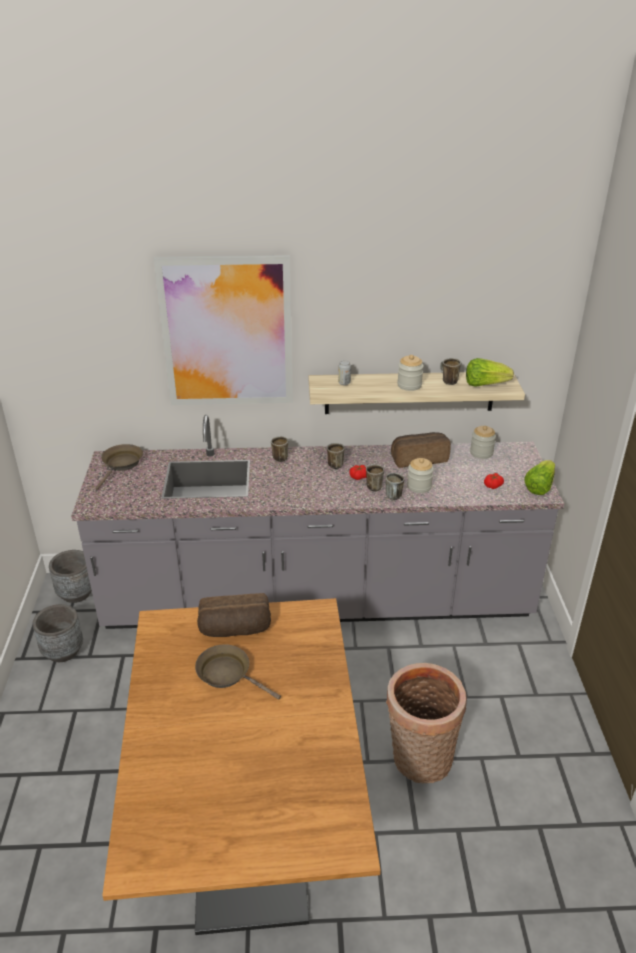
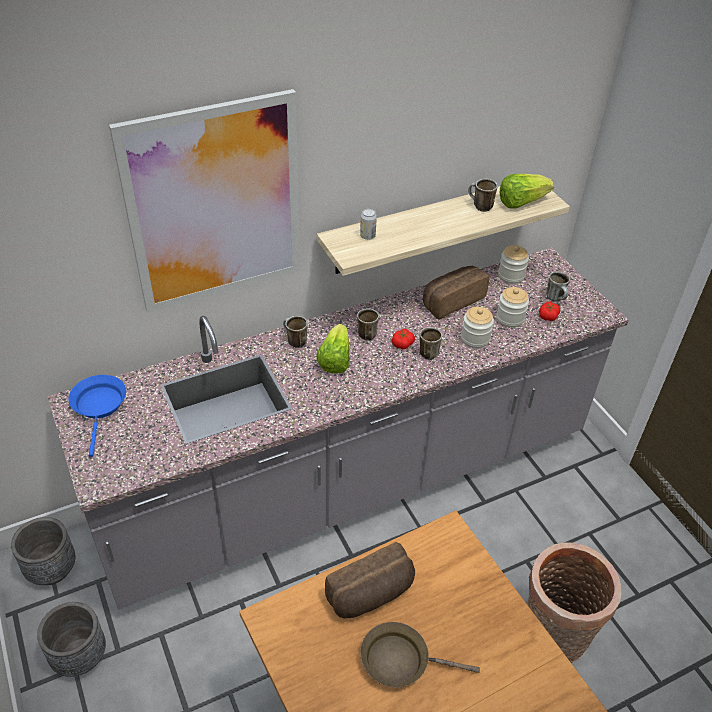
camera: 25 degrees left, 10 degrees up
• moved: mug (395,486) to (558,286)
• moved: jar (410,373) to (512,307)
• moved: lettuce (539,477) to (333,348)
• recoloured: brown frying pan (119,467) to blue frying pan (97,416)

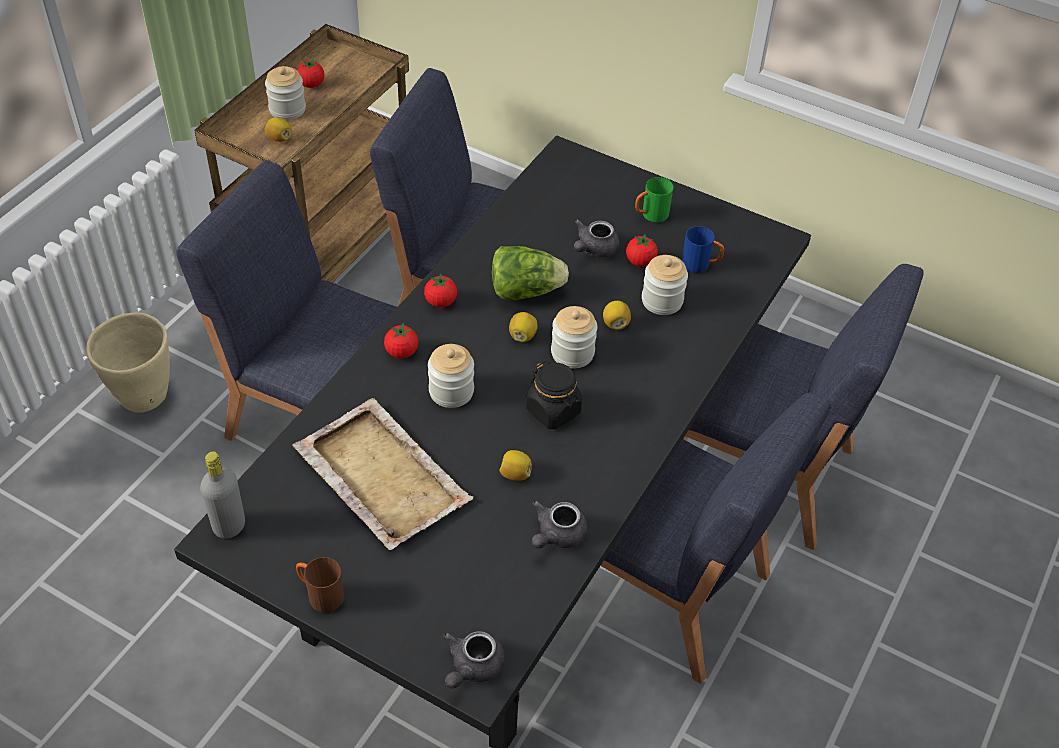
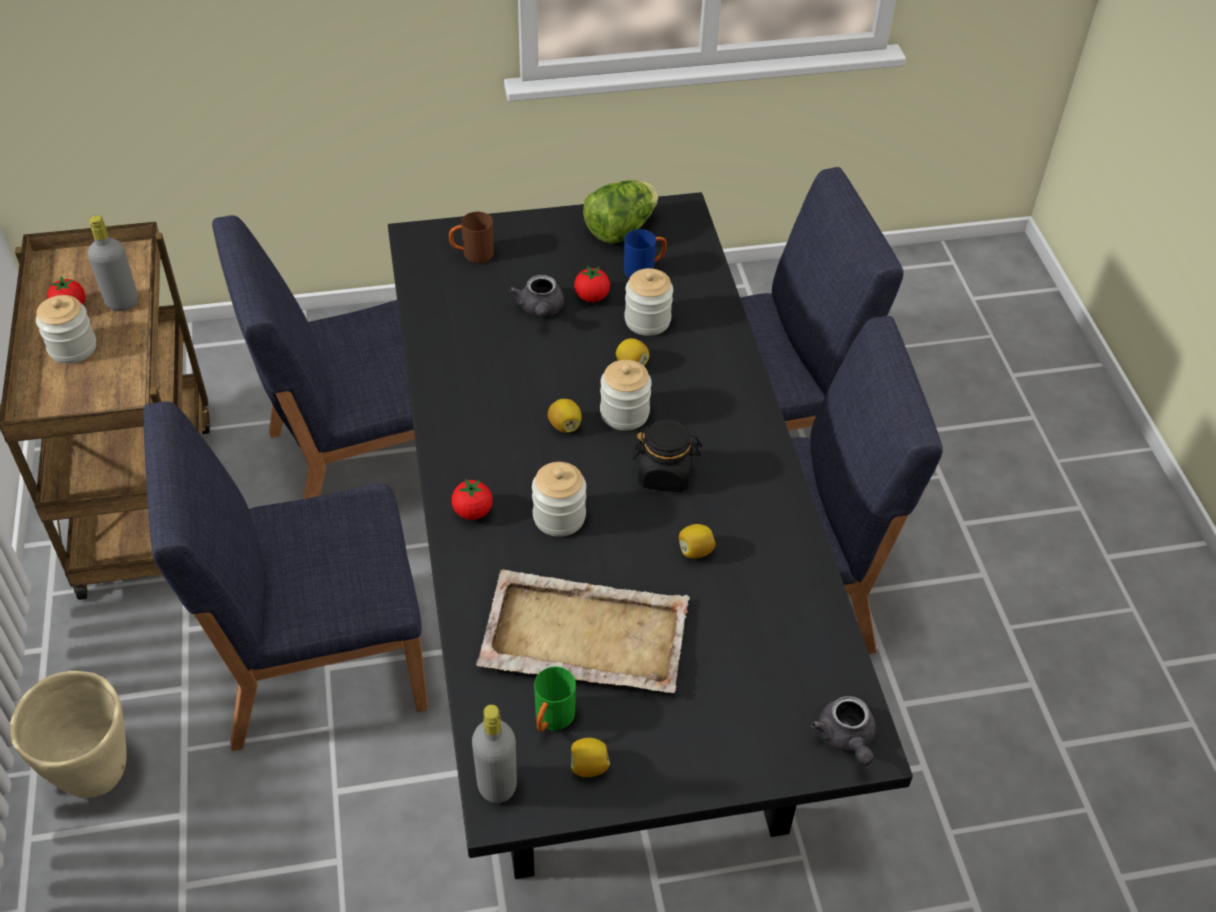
camera: 40 degrees left, 0 degrees up
• removed: tomato (440,290)
• removed: grey teapot (559,524)
• added: grey bottle (113,263)
• moved: lemon (278,129) to (590,757)
• moved: brown mug (320,585) to (471,237)
• moved: lettuce (530,273) to (620,212)
• moved: green mug (654,199) to (555,699)

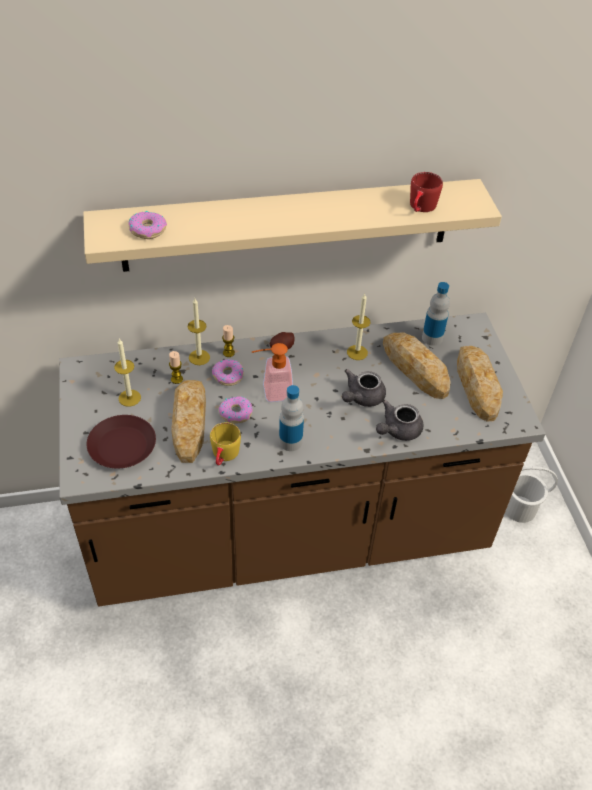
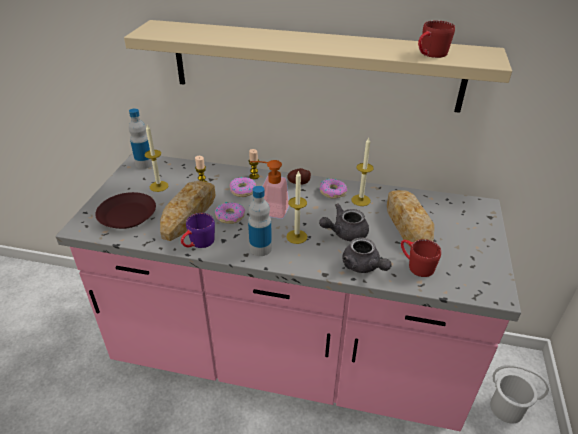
camera: 25 degrees right, 10 degrees down
• removed: bread (480,384)
• added: red mug (421,258)
• moved: donut (147,225) to (333,189)
• moved: candle (199,331) to (296,207)
• moved: bottle (436,314) to (141,138)
• recoloured: brown counter (302,460) to pink counter (288,292)
• recoloured: yellow mug (225,443) to purple mug (198,230)
• turned: grey teapot (399,420) = (367,255) 105 degrees counterclockwise

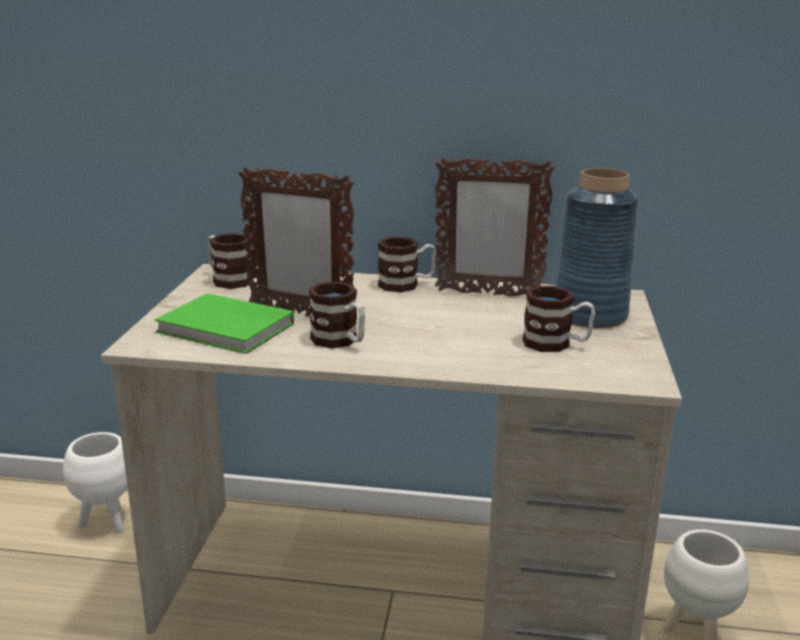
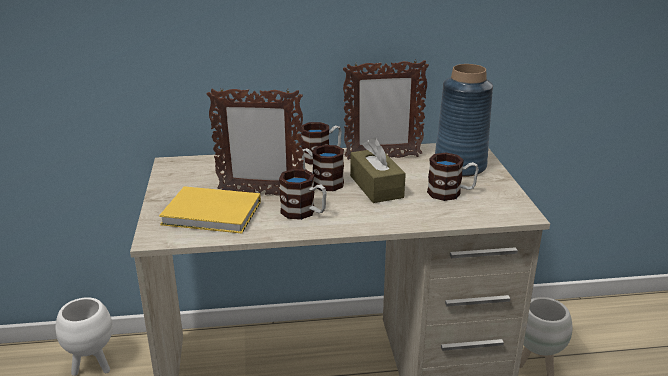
camera: 15 degrees left, 5 degrees up
• added: brown tissue box (378,170)
• moved: mug (229,261) to (322,168)
• recoloured: green book (224,323) to yellow book (210,210)

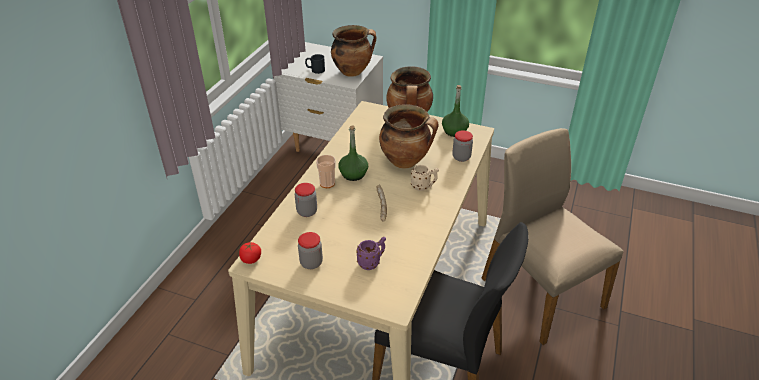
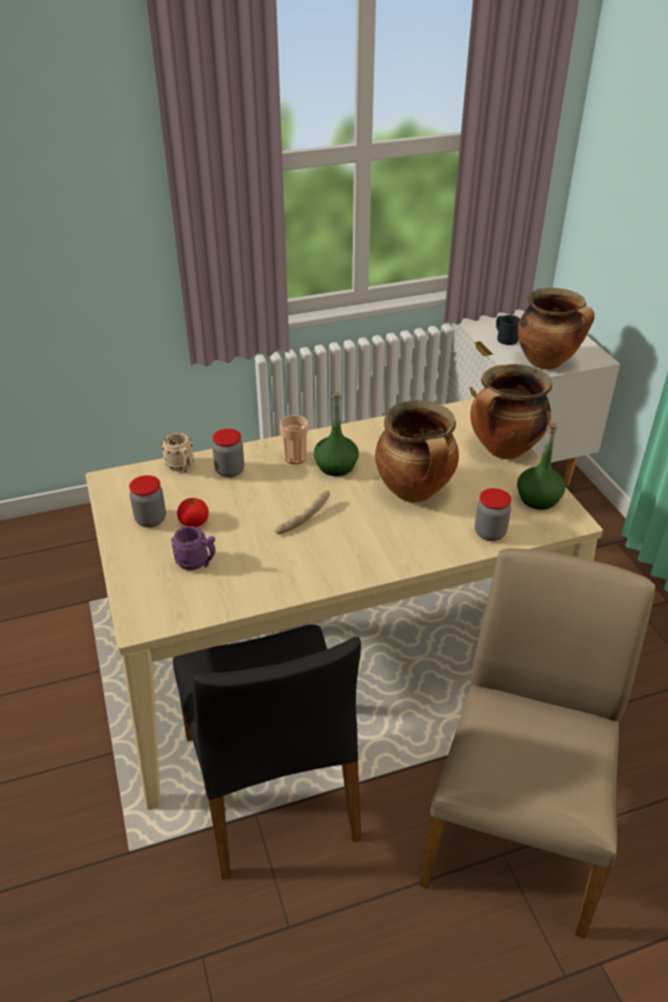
camera: 50 degrees right, 0 degrees up
• moved: tomato (250,253) to (193,512)
• moved: beige mug (425,178) to (178,453)

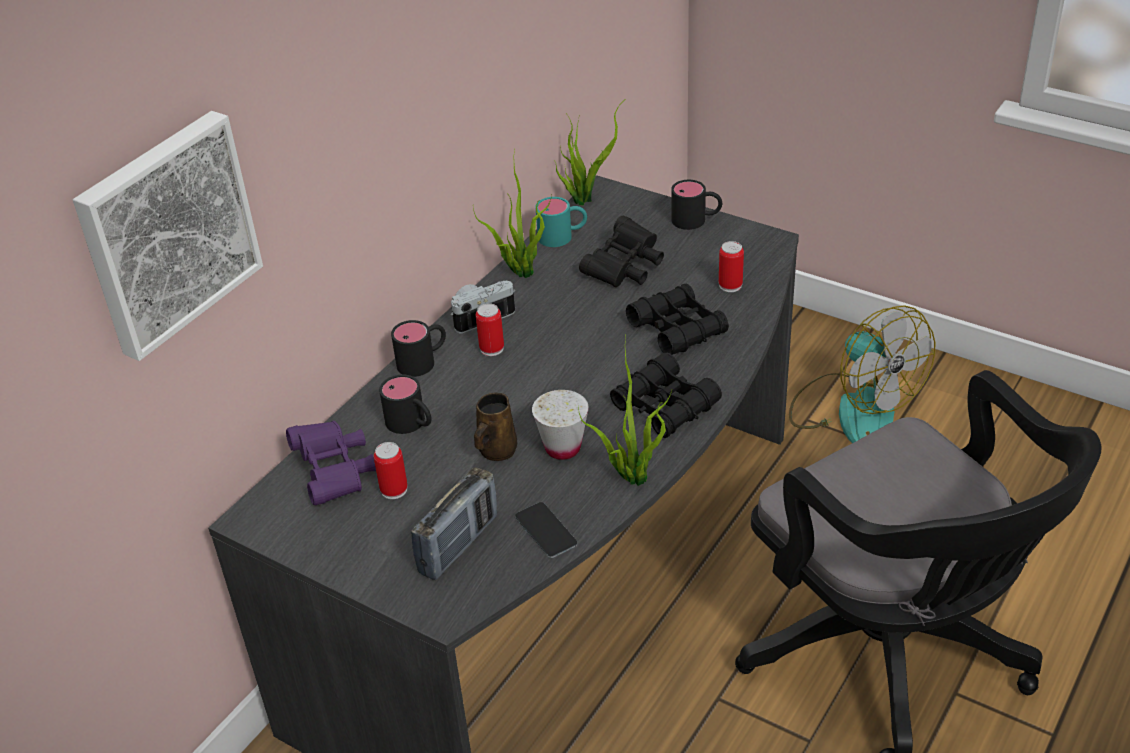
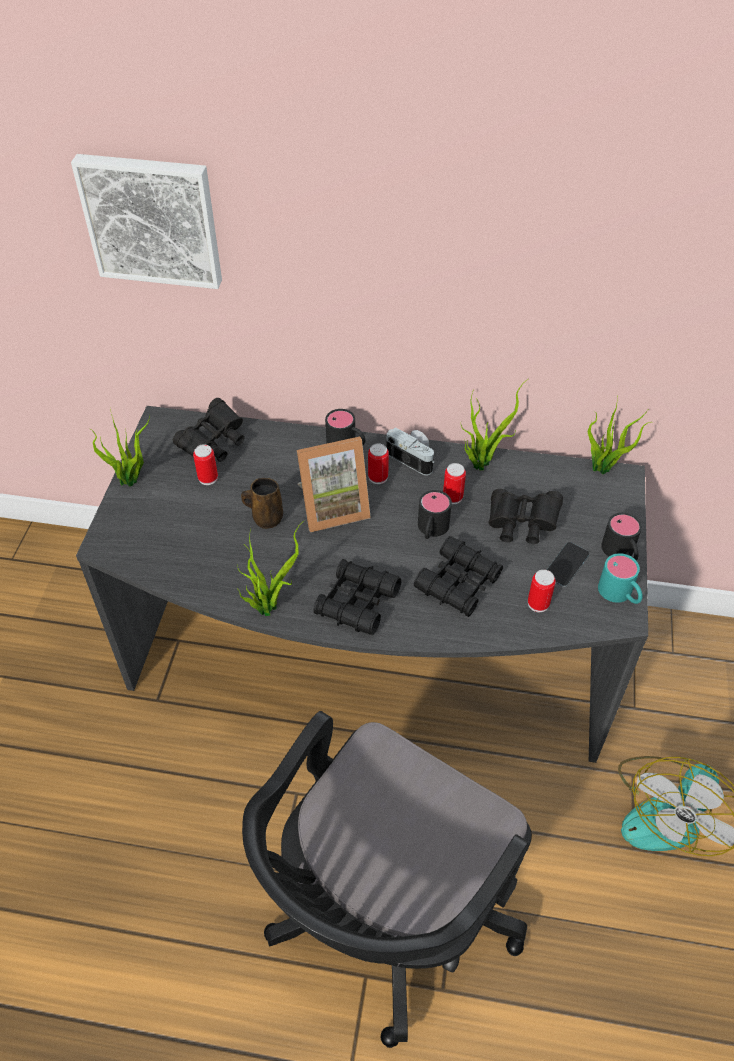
camera: 65 degrees right, 10 degrees up
• removed: radio (454,523)
• removed: white cup (560,425)
• added: potted plant (120,448)
• added: picture frame (334,484)
• added: can (454,483)
• moved: black mug (405,404) to (435,514)
• moved: phone (546,530) to (568,564)
• moved: turquoise mug (561,222) to (620,578)
• recoloured: purple binoculars (331,463) to black binoculars (209,430)

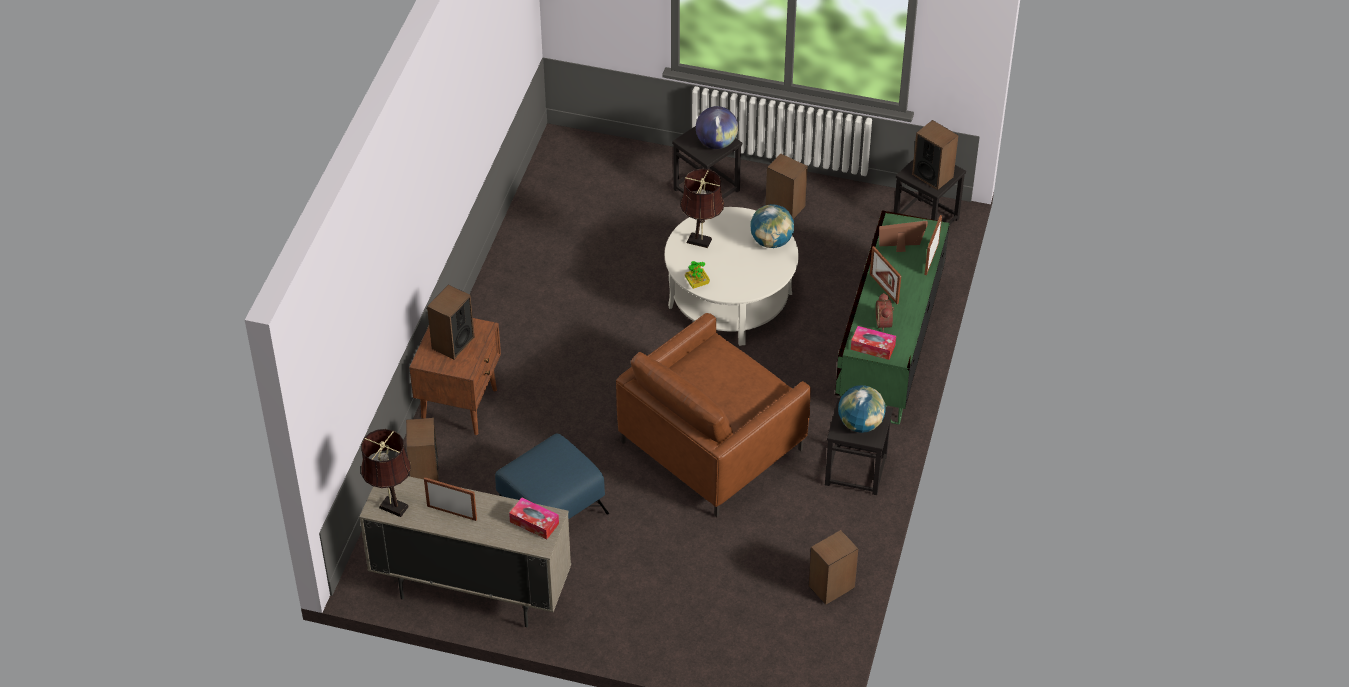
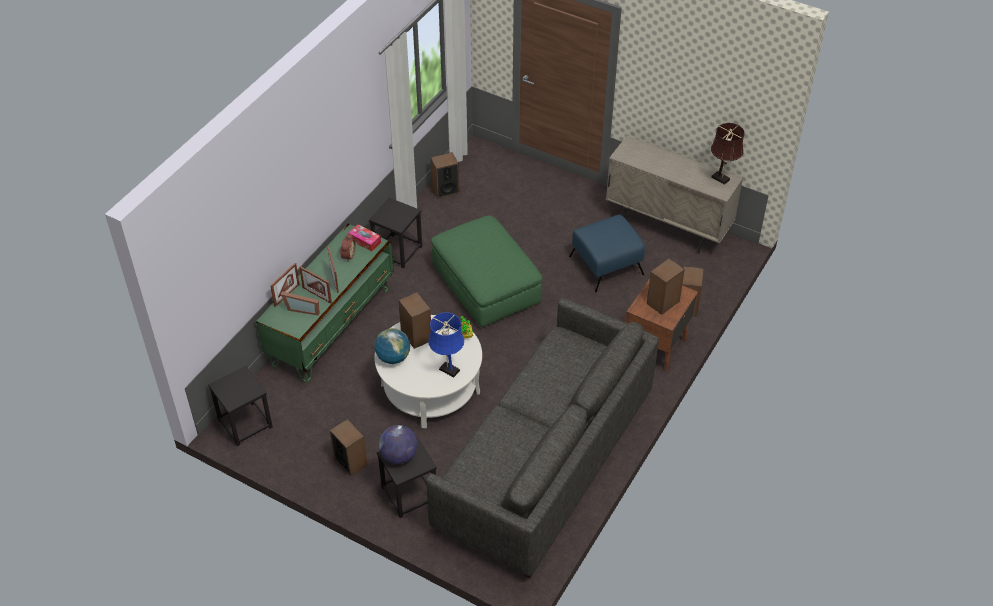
camera: 165 degrees left, 0 degrees up
• removed: tissue box (534,518)
• removed: globe (862,409)
• added: grey sofa (542,438)
• moved: picture frame (450,499) to (315,284)
• moved: speaker (935,155) to (414,320)
• replaced: brown armchair (713,415) to green ottoman (486,271)
• recoloured: brown table lamp (702,208) to blue table lamp (446,345)

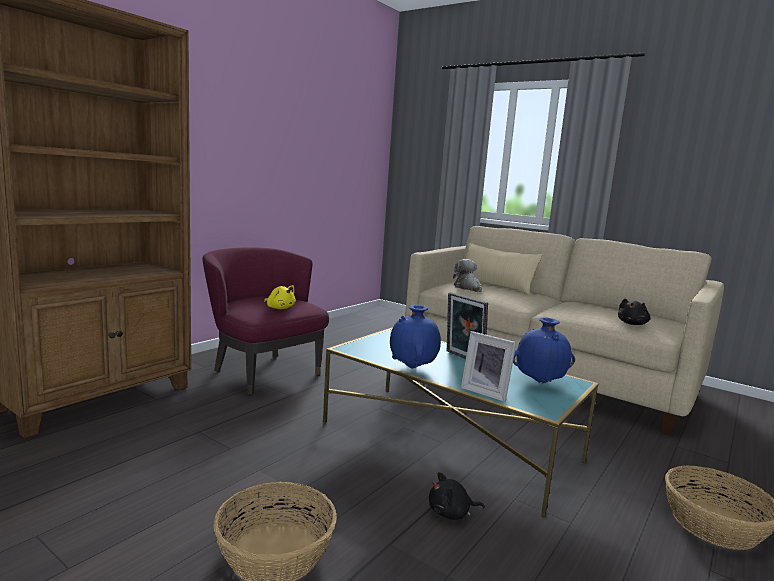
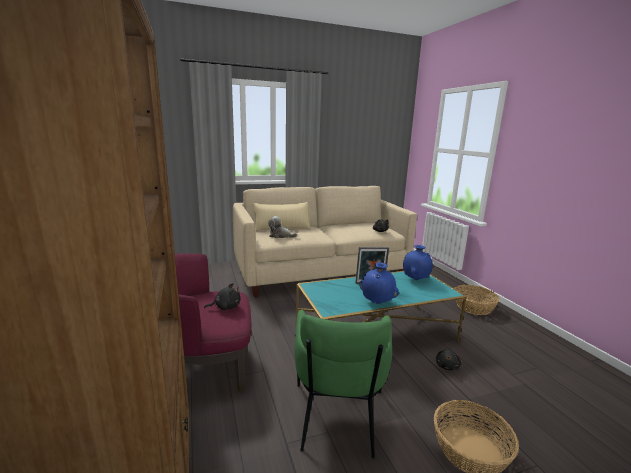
camera: 55 degrees left, 5 degrees up
• removed: picture frame (489,366)
• added: green armchair (343,384)
• recoloured: yellow plush toy (279,297) to black plush toy (222,296)

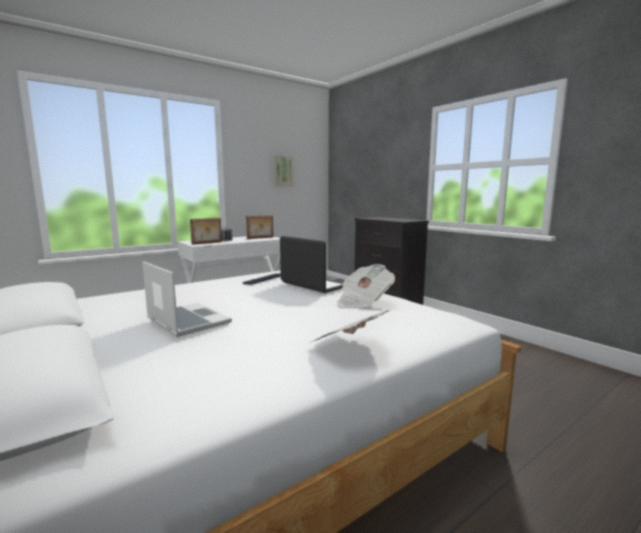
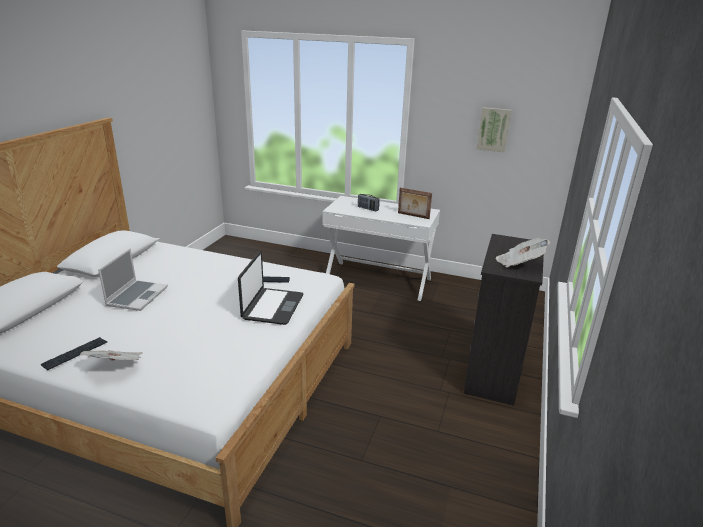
camera: 55 degrees right, 15 degrees up
• removed: picture frame (206,231)
• added: keyboard (74,353)
• moved: newspaper (366,285) to (523,252)

